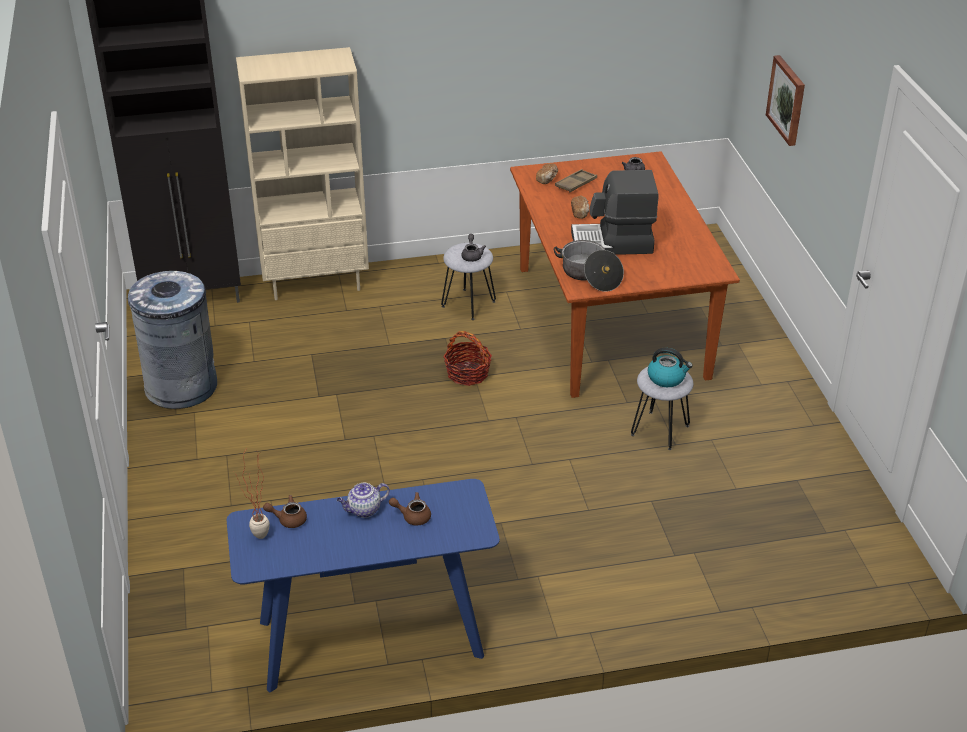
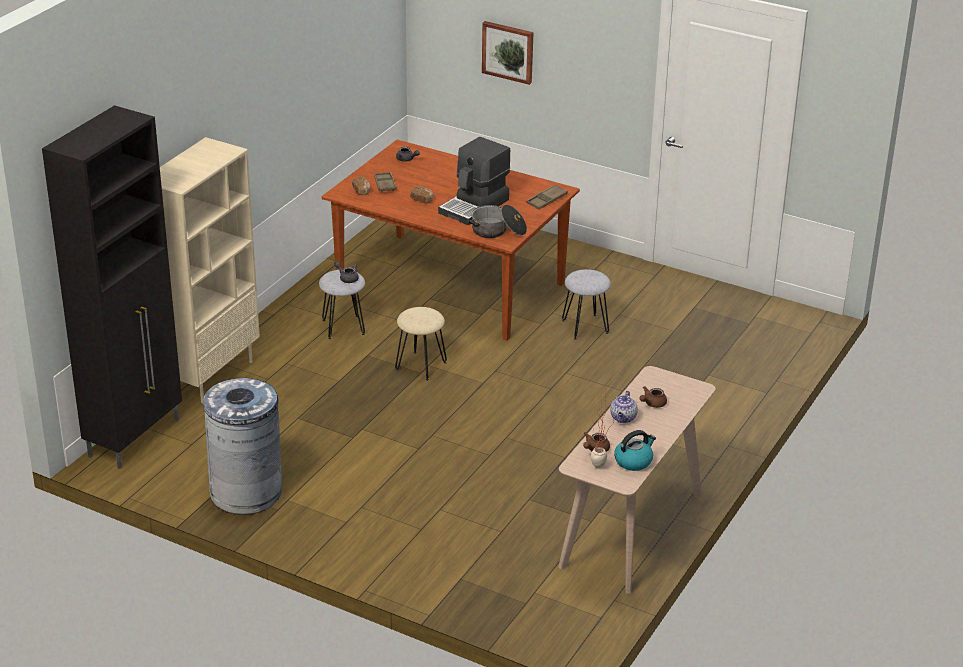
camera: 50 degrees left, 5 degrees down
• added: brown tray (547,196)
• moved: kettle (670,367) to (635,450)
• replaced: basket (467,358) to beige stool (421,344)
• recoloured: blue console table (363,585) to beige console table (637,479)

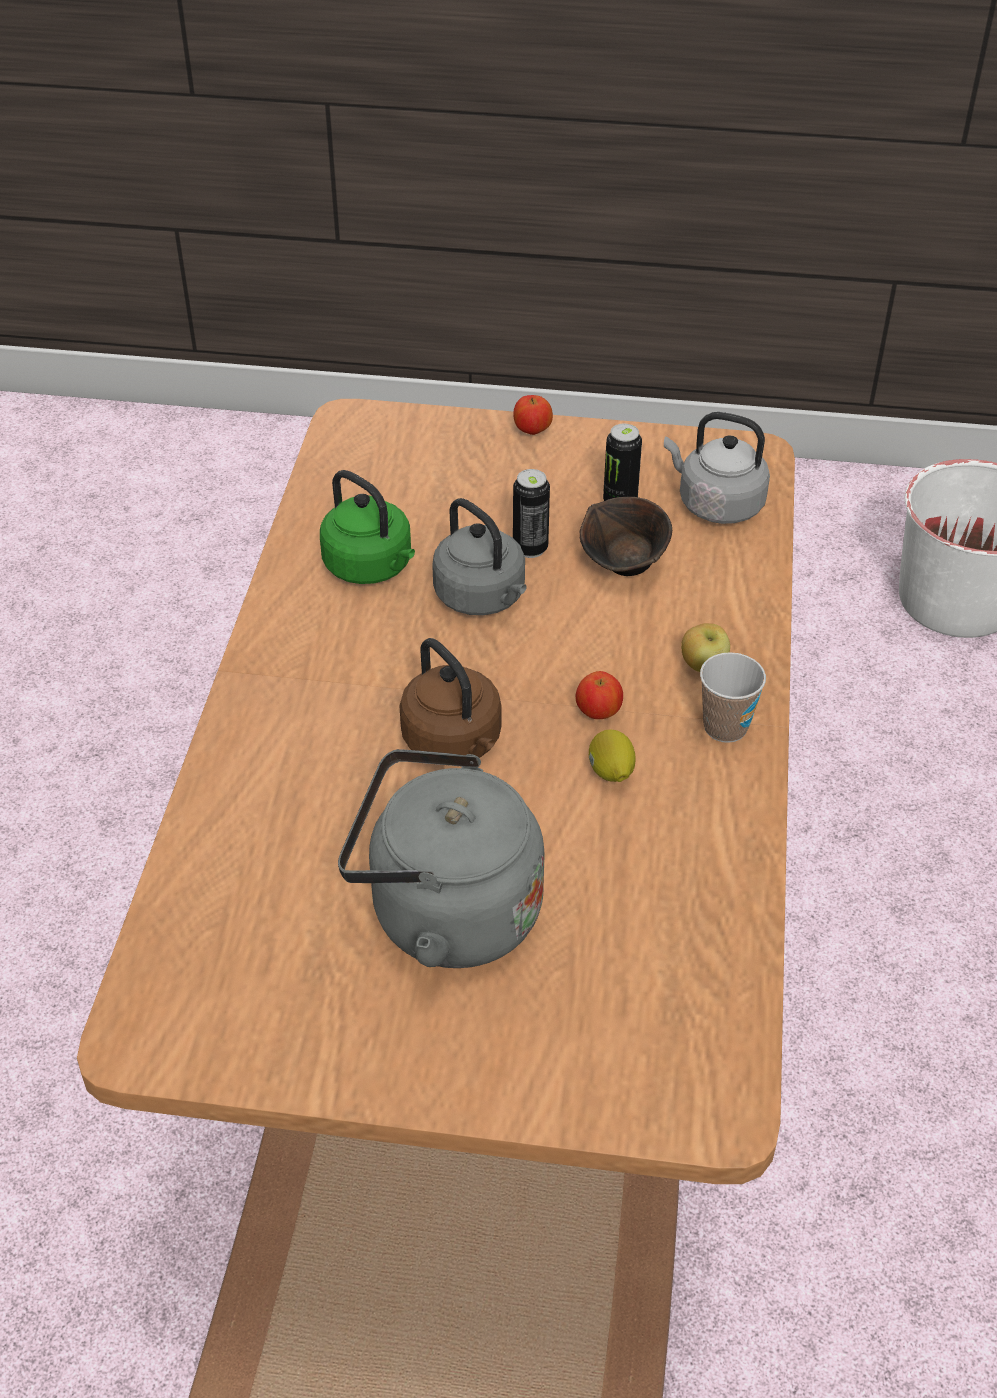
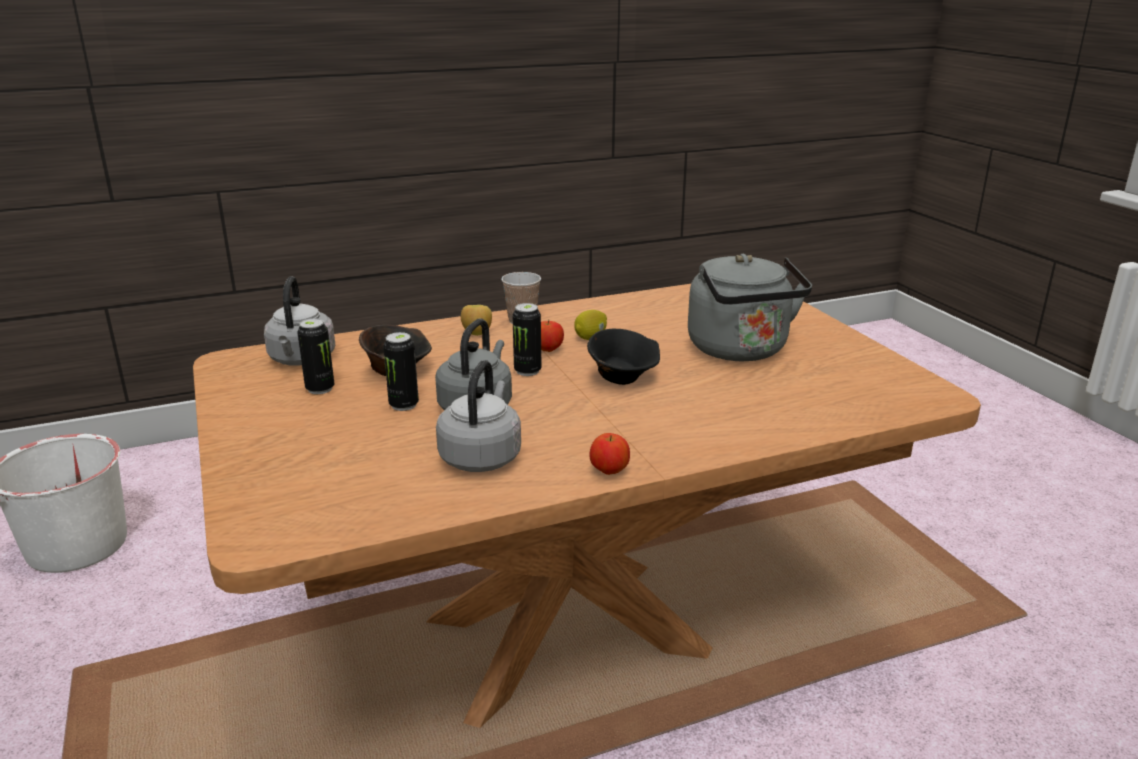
camera: 120 degrees left, 20 degrees down
• added: can (527,339)
• moved: apple (533,415) to (609,454)
• replaced: brown kettle (450,698) to black bowl (623,357)
• recoloured: green kettle (367,527) to grey kettle (478,416)

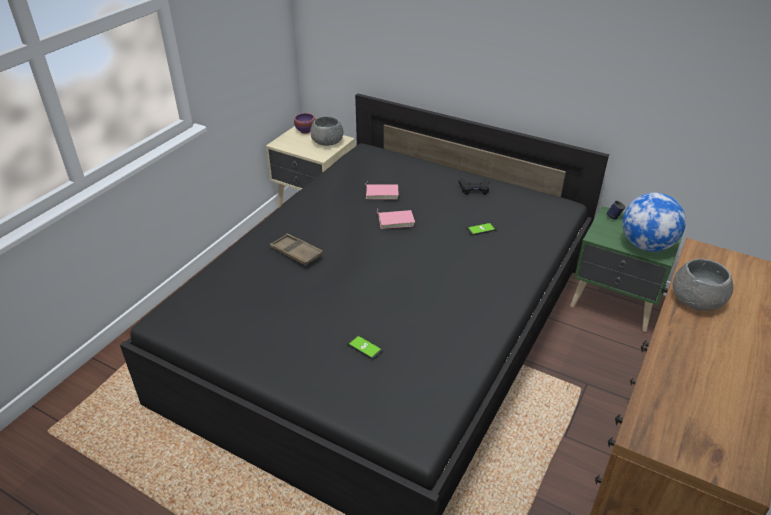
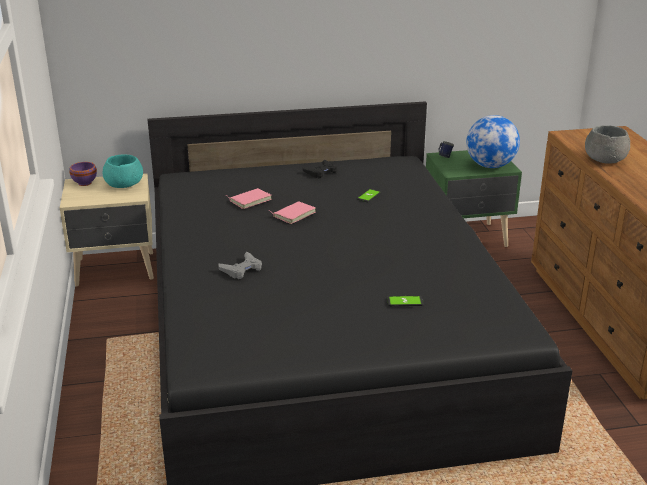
camera: 40 degrees left, 10 degrees down
• replaced: brown tray (296,250) to grey game controller (240,265)
• recoloured: grey bowl (326,131) to turquoise bowl (122,171)

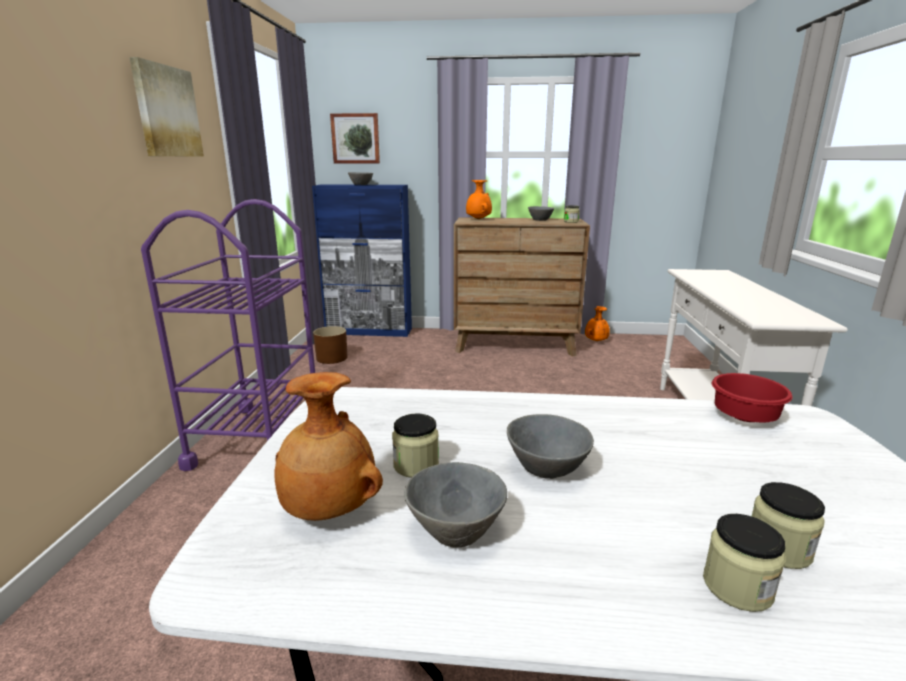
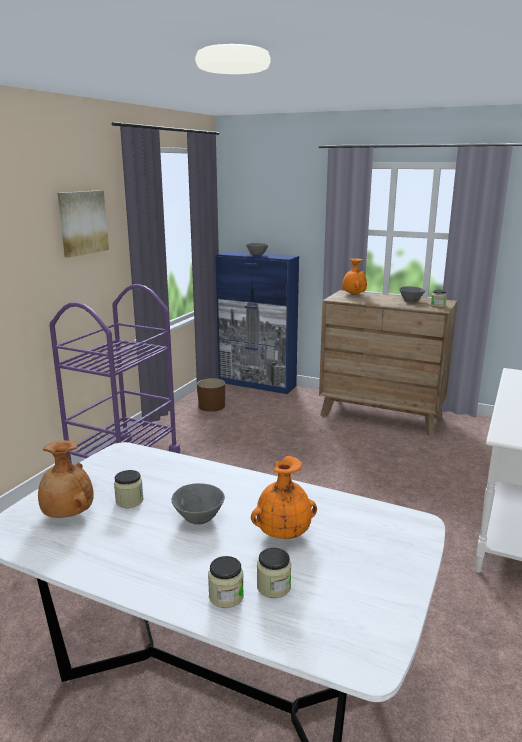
camera: 20 degrees right, 0 degrees up
• removed: picture (355,138)
• removed: grey bowl (455,504)
• removed: red bowl (751,397)
• moved: orange vase (597,323) to (284,497)

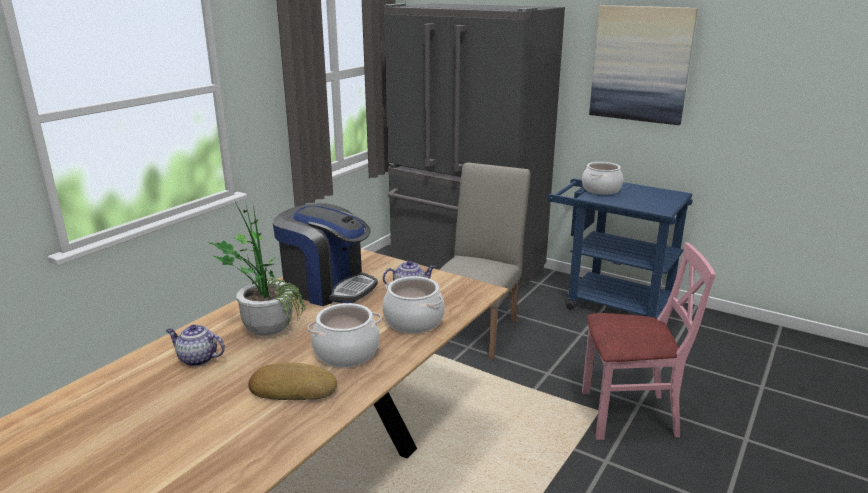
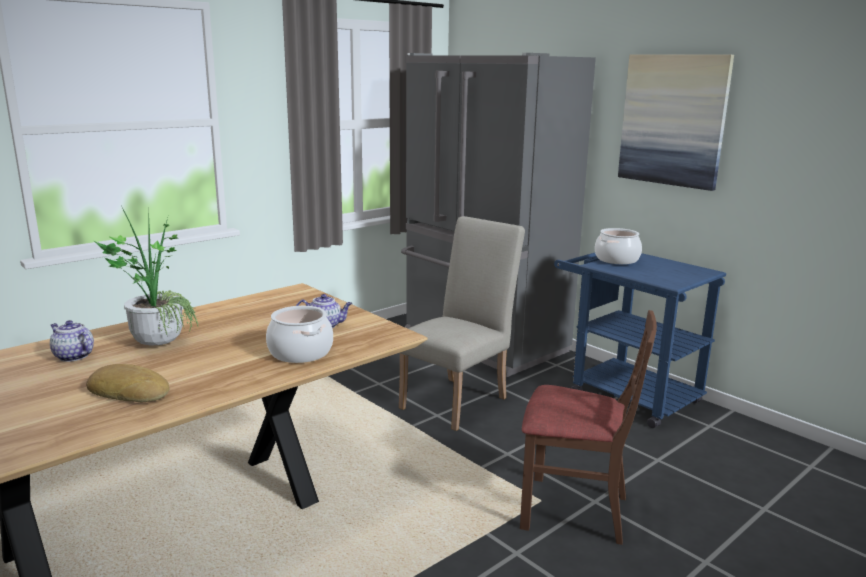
camera: 15 degrees right, 5 degrees down
• removed: coffee machine (325,254)
• removed: cooking pot (344,335)
• recoloured: pink chair (649,341) to brown chair (588,427)

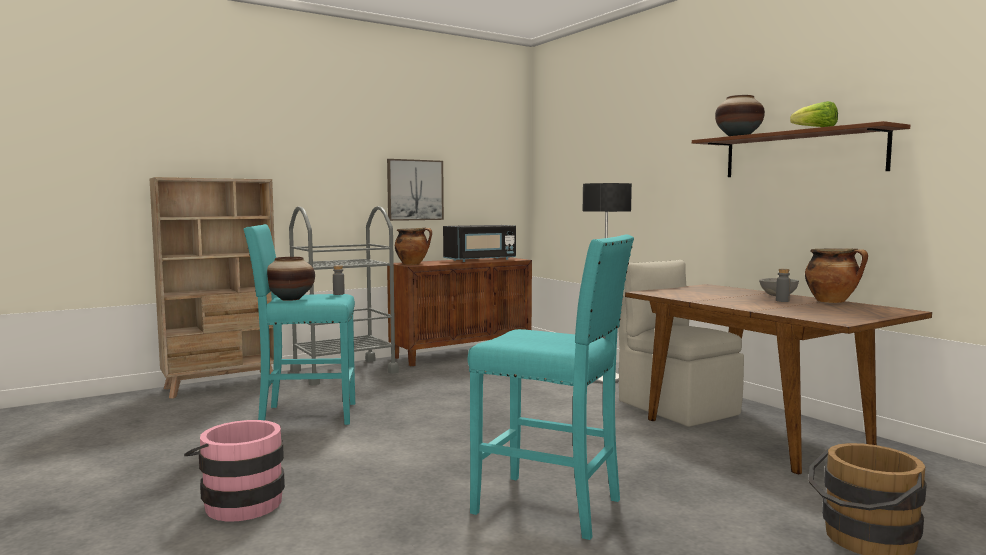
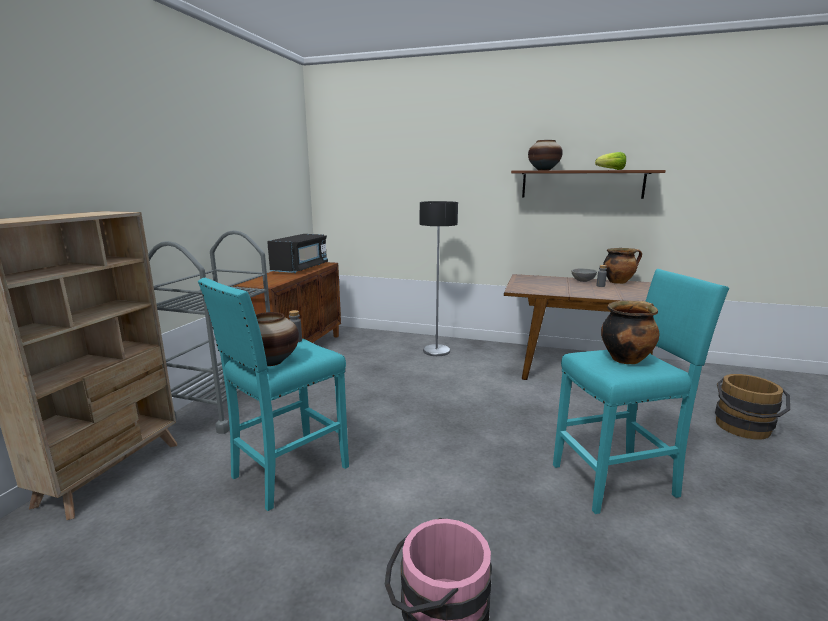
camera: 40 degrees left, 10 degrees up
• removed: picture (415,190)
• removed: beige chair (681,343)
• moved: cooking pot (413,246) to (630,332)

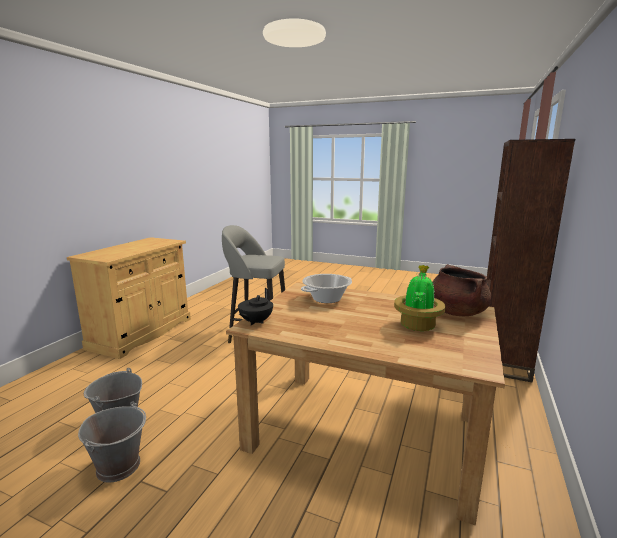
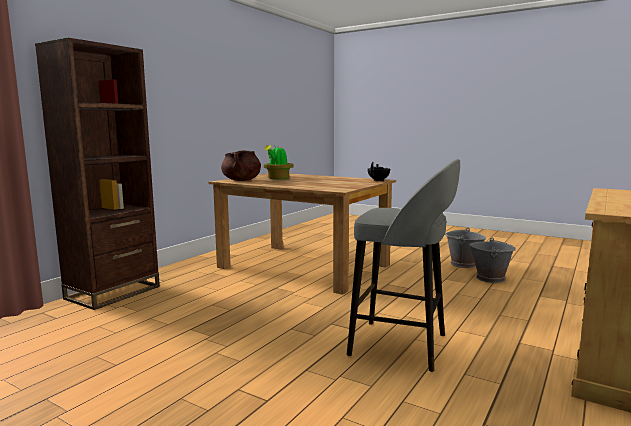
camera: 170 degrees left, 5 degrees down
• removed: cooking pot (326,288)

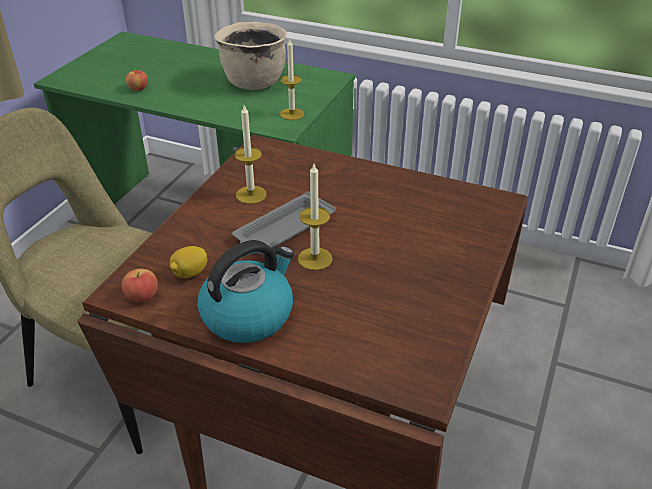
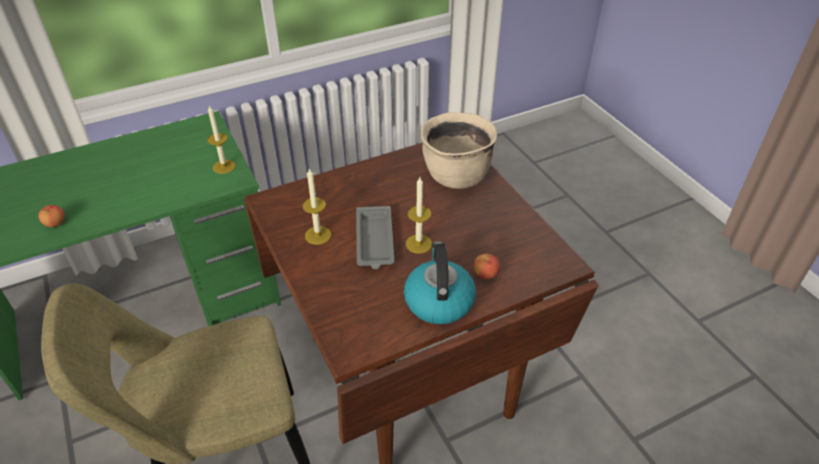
camera: 50 degrees left, 5 degrees up
• removed: lemon (188,262)
• moved: apple (139,286) to (486,266)
• moved: beige cooking pot (250,56) to (459,150)

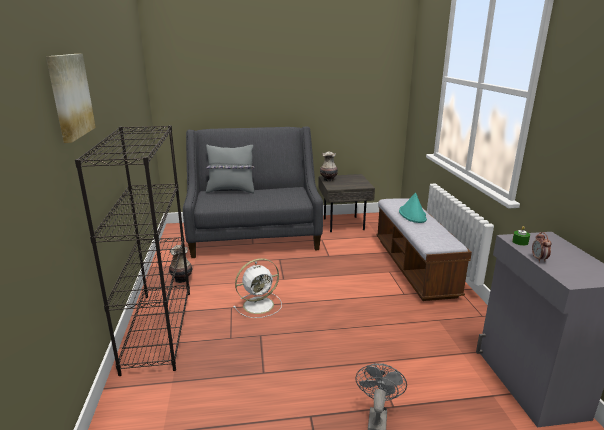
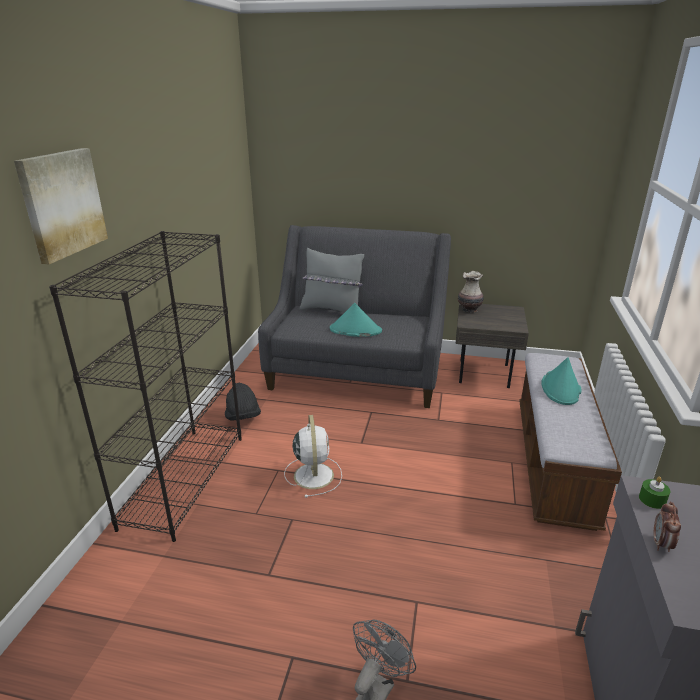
camera: 20 degrees right, 5 degrees up
• added: turquoise hat (356,320)
• replaced: vase (181,264) to black hat (243,402)
• turned: white fan (257,288) = (313,456) 90 degrees counterclockwise

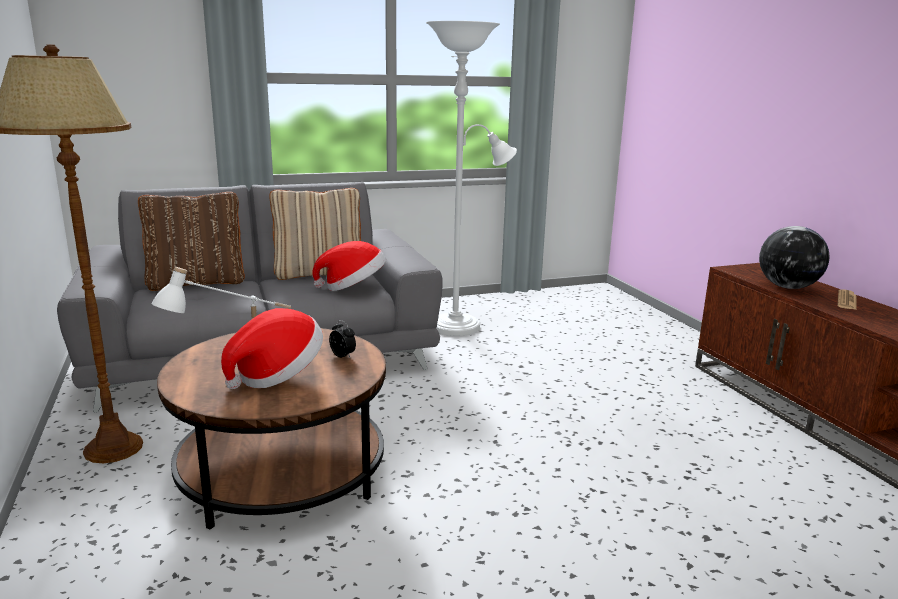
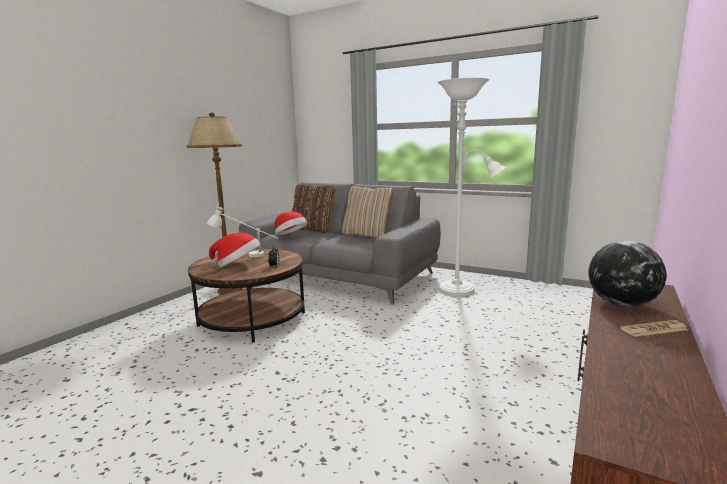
camera: 50 degrees right, 5 degrees down
• moved: hat (349,266) to (291,224)

